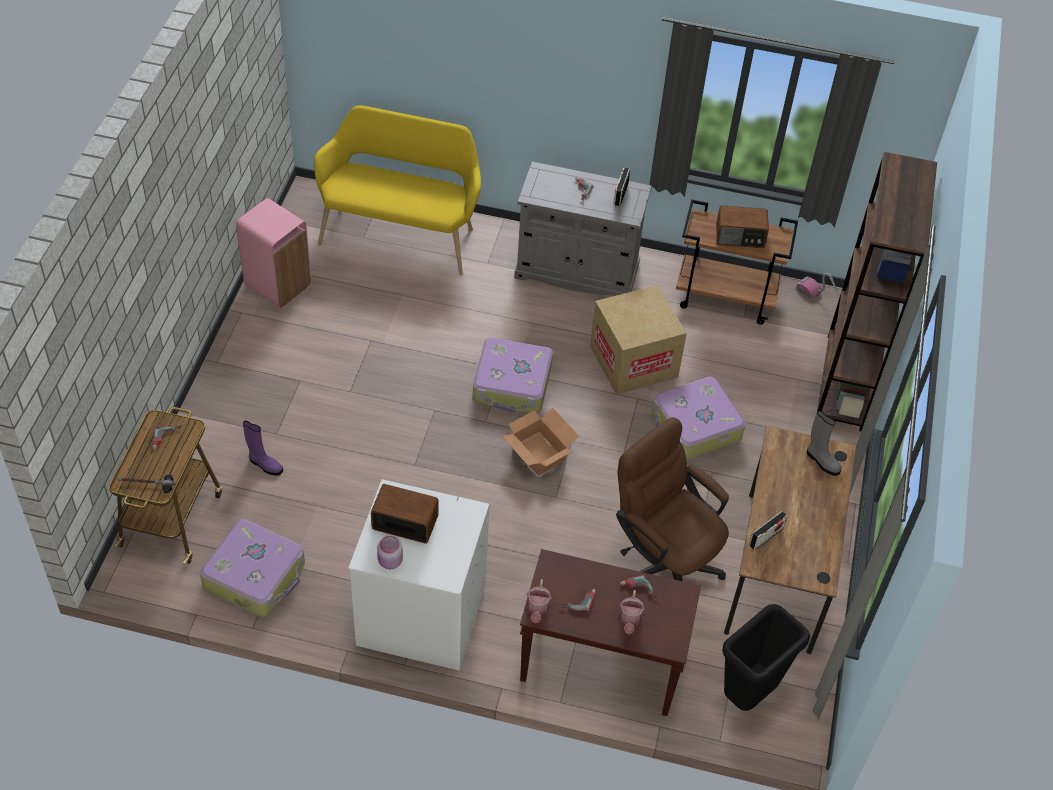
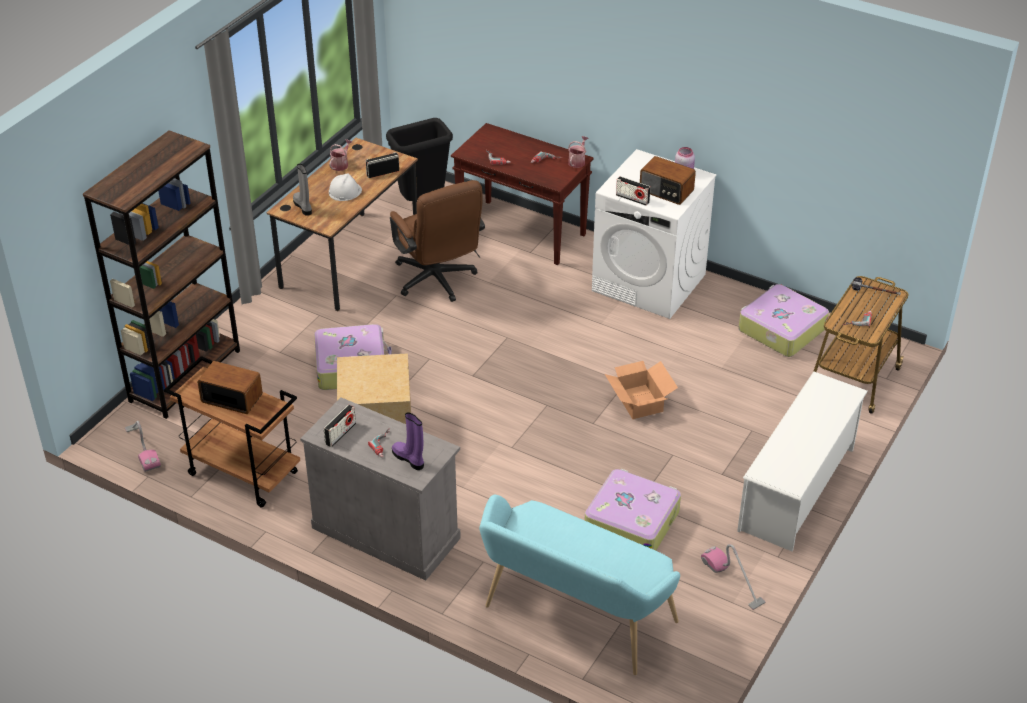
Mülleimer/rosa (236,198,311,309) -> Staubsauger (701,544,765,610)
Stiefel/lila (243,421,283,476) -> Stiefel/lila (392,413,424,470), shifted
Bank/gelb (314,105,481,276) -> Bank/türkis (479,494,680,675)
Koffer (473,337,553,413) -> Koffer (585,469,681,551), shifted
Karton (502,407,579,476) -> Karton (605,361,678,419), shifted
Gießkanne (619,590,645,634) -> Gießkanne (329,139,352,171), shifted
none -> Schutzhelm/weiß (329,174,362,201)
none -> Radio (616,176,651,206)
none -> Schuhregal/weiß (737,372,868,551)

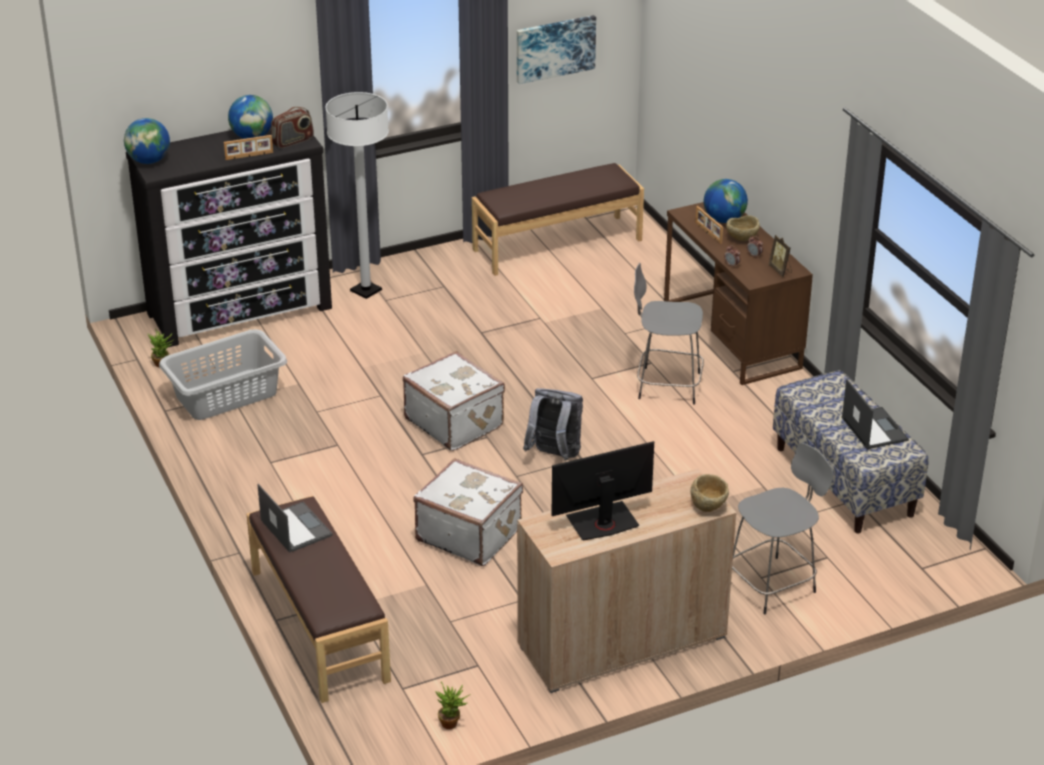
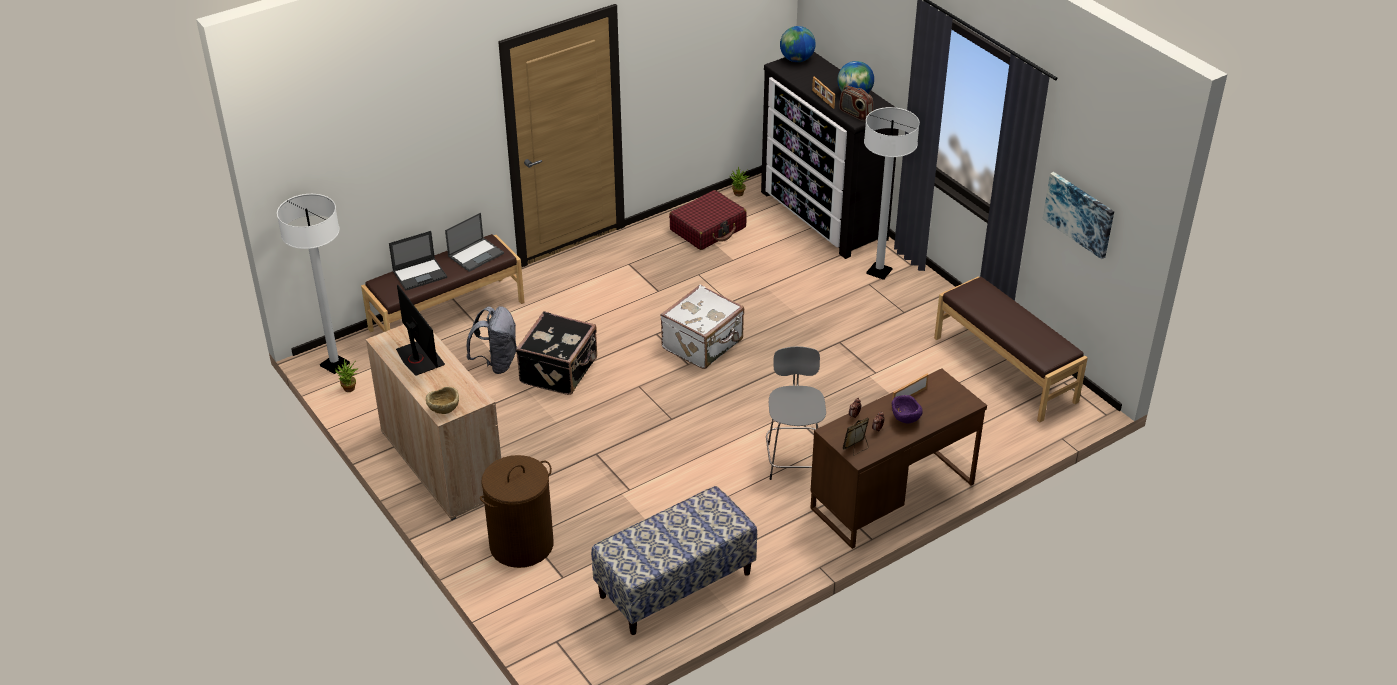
Wäschekorb/grau (159,330,287,420) -> Koffer/rot (669,190,747,250)
Koffer/weiß (414,458,523,566) -> Koffer/schwarz (516,311,597,395)
Rucksack/grau (523,388,583,461) -> Rucksack/grau (466,306,517,374), shifted
Globus (704,179,748,223) -> none
Schüssel/beige (726,215,760,241) -> Schüssel/lila (892,395,923,424)
Hocker/grau (732,443,834,614) -> Wäschekorb/braun (480,455,553,568)
Laptop (842,379,909,449) -> Laptop (389,231,447,291), shifted
none -> Stehlampe/weiß (277,194,350,374)

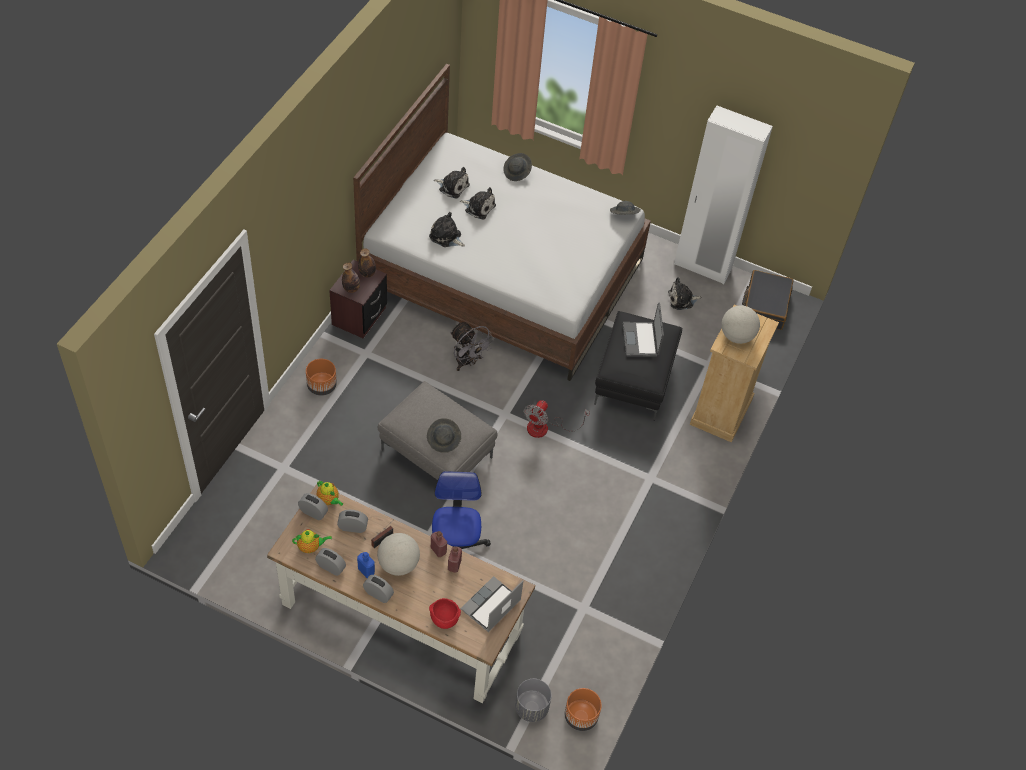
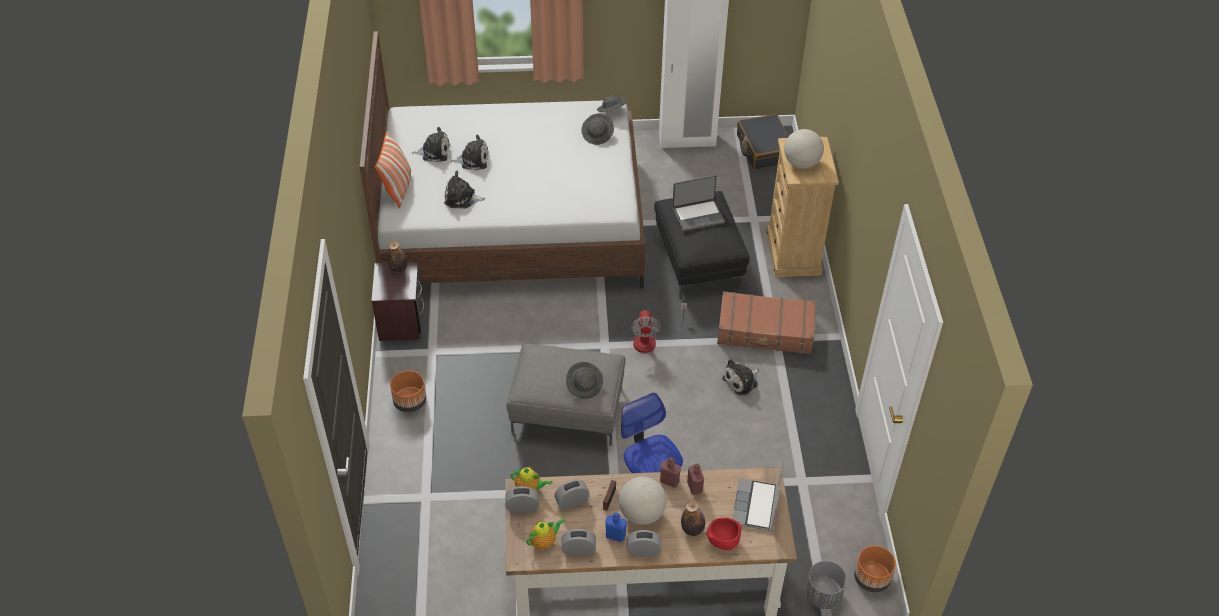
Flasche (342,262,360,293) -> Flasche (681,500,705,536), shifted
Ventilator/grau (450,322,495,371) -> none
Hut/grau (503,153,532,181) -> Hut/grau (581,113,614,145), shifted
Laptop (623,303,664,357) -> Laptop (672,175,725,232), 75 degrees counterclockwise
Plüschtier (668,277,701,310) -> Plüschtier (722,359,759,395), shifted
none -> Kissen (375,131,411,208)
none -> Koffer/braun (717,291,816,354)

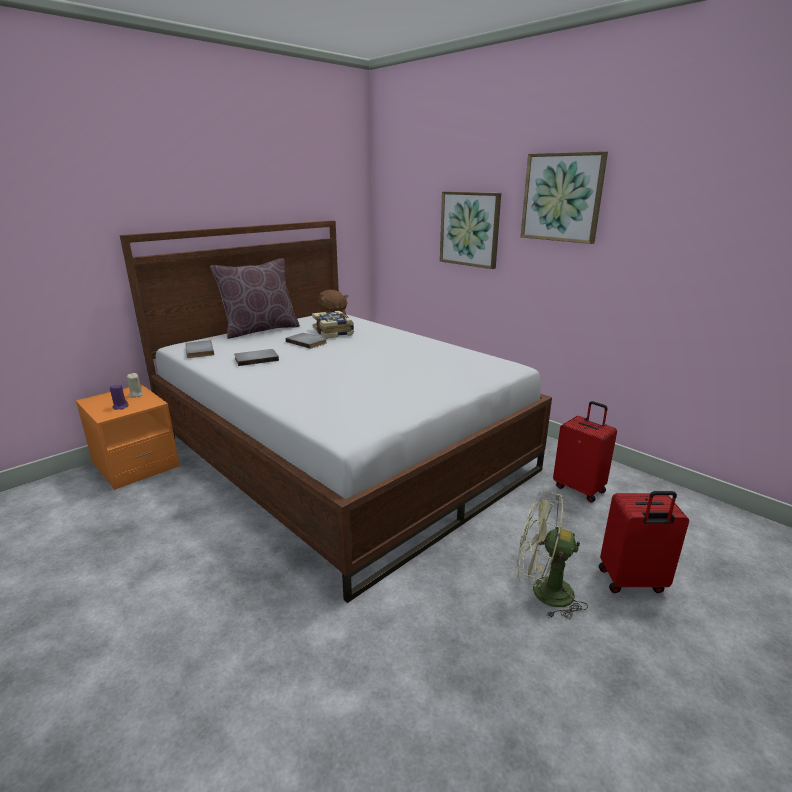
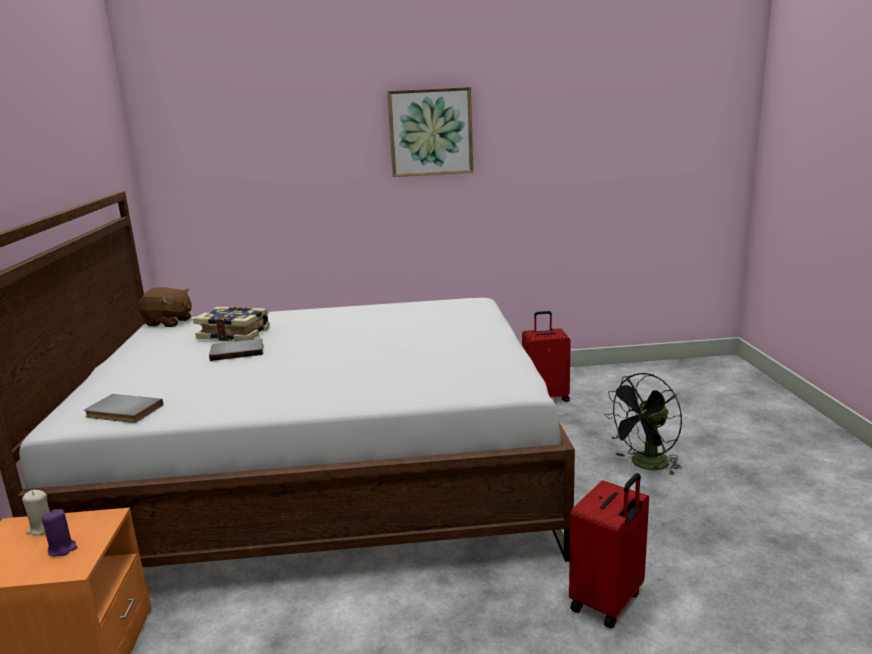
Kissen/braun (210,259,300,339) -> none
Buch/grau (234,349,279,366) -> none
Bild (440,191,501,269) -> none
Ventilator/grün (517,490,588,619) -> Ventilator/schwarz (604,373,682,476)
Koffer/rot (599,491,689,593) -> Koffer/rot (569,473,649,628), shifted

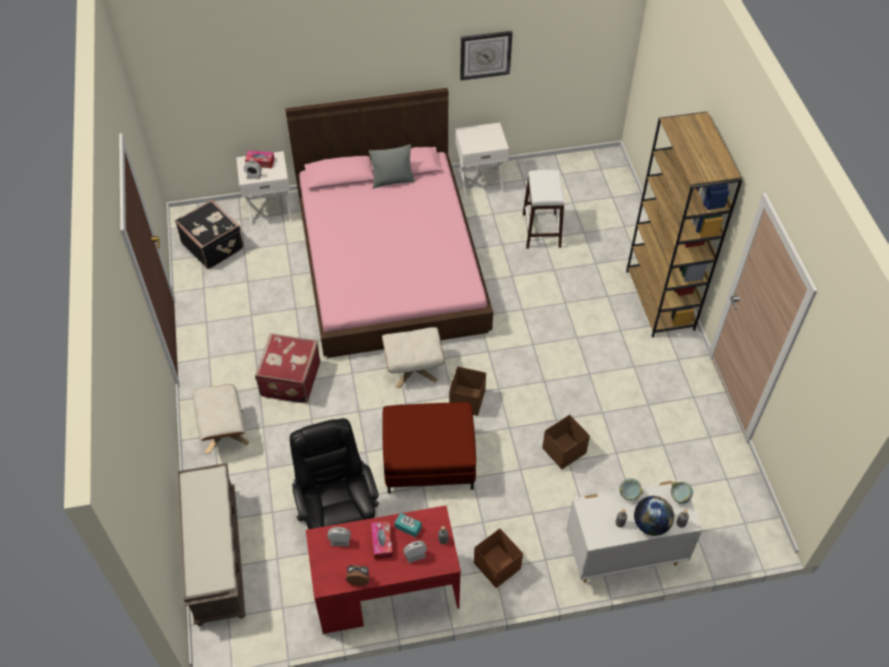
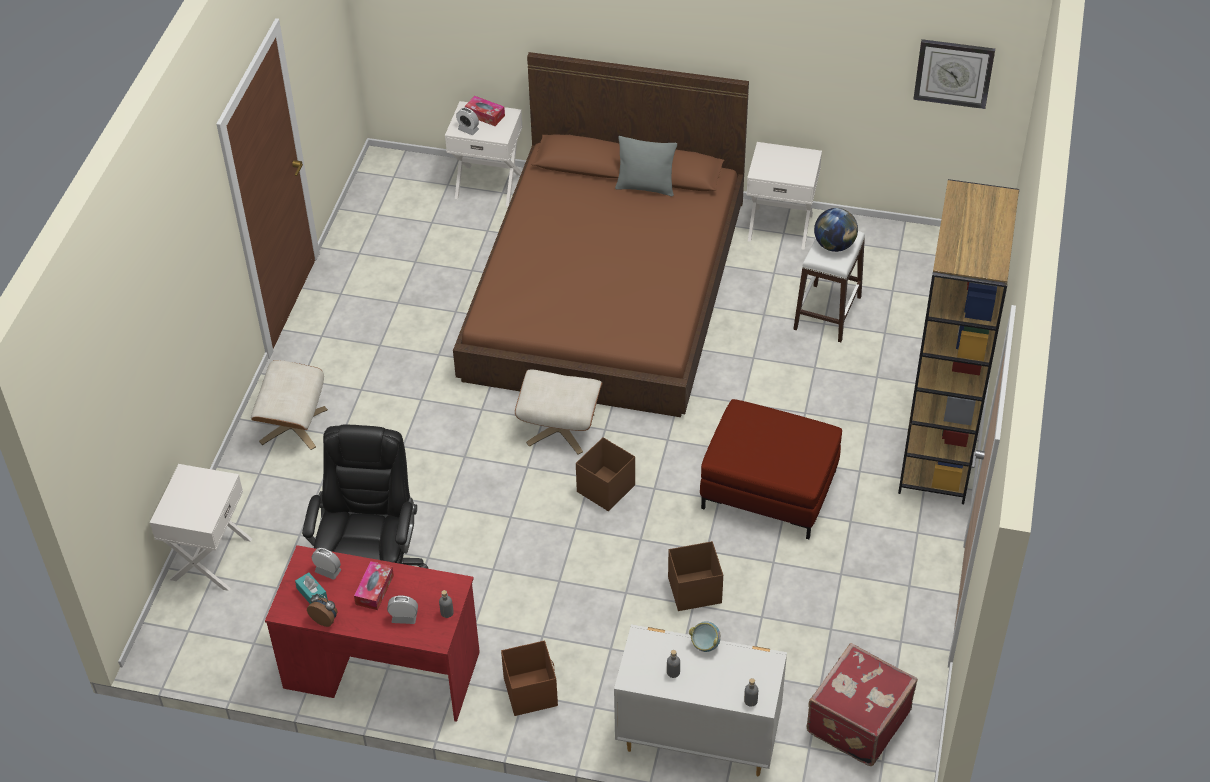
Koffer/schwarz (175,200,244,269) -> none
Bank/braun (178,463,245,626) -> Nachttisch/weiß (150,464,252,591)
Koffer/rot (255,333,320,404) -> Koffer/rot (807,643,918,766), shifted
Bett/rosa (285,88,493,358) -> Bett/braun (453,52,749,417)
Polsterhocker/rot (382,402,476,494) -> Polsterhocker/rot (700,399,842,539), shifted
Taschentuchbox/türkis (394,513,422,537) -> Taschentuchbox/türkis (295,572,328,604), shifted
Wanduhr (460,31,512,80) -> Wanduhr (913,39,995,109), shifted
Globus (634,496,674,536) -> Globus (814,208,858,252), shifted
Schüssel (671,481,693,504) -> none

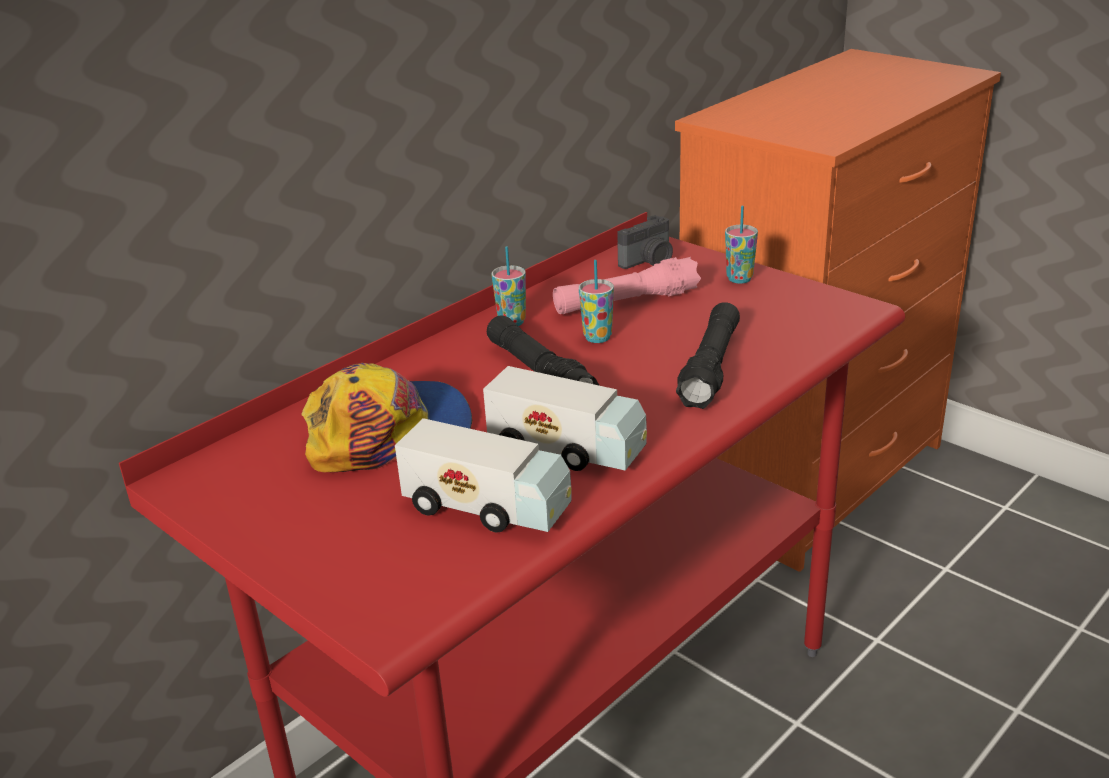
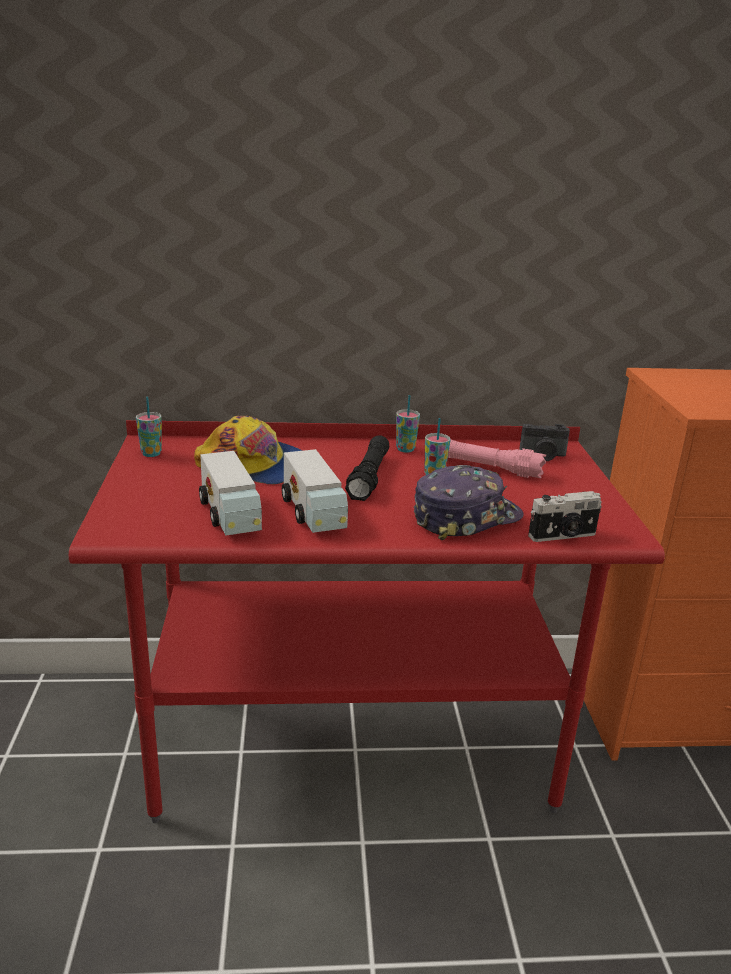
Taschenlampe/schwarz (676,302,740,409) -> Kappe (414,465,524,540)
Tasse (725,206,758,284) -> Tasse (136,397,162,457), shifted
none -> Kamera (528,491,602,542)

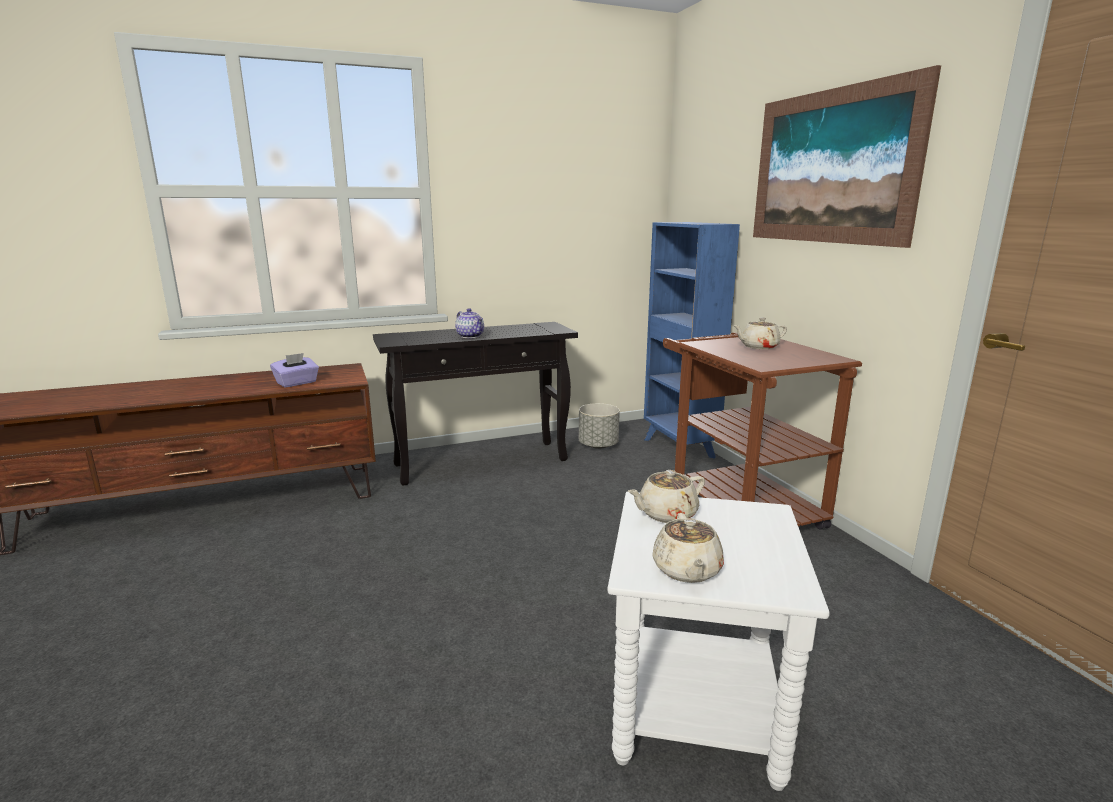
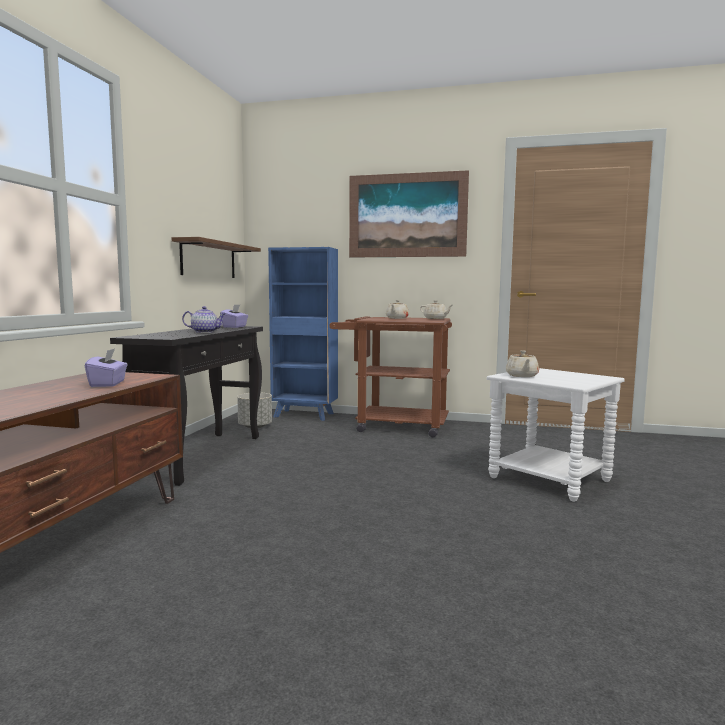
Teekanne/beige (652,513,724,583) -> Teekanne/beige (420,300,453,319), shifted
none -> Wandregal/braun (172,237,261,278)
none -> Taschentuchbox/lila (220,305,248,328)

